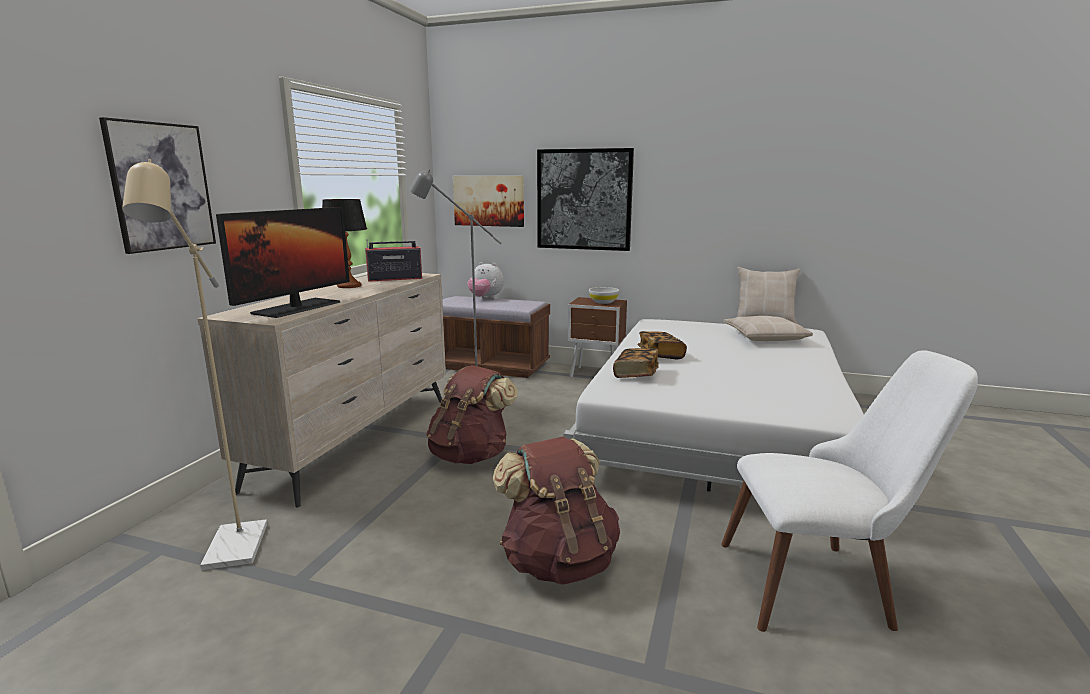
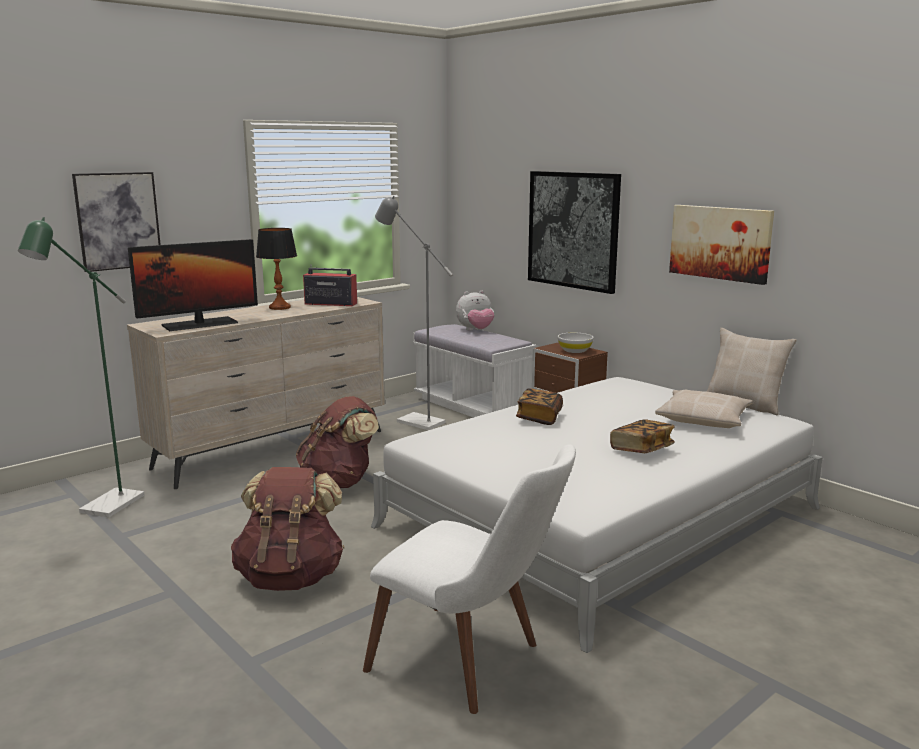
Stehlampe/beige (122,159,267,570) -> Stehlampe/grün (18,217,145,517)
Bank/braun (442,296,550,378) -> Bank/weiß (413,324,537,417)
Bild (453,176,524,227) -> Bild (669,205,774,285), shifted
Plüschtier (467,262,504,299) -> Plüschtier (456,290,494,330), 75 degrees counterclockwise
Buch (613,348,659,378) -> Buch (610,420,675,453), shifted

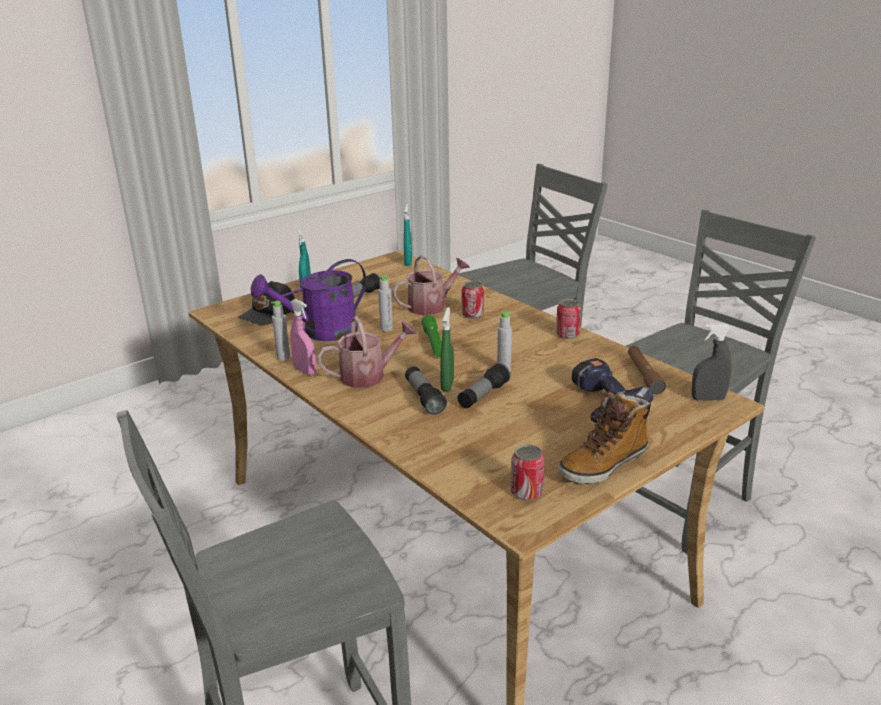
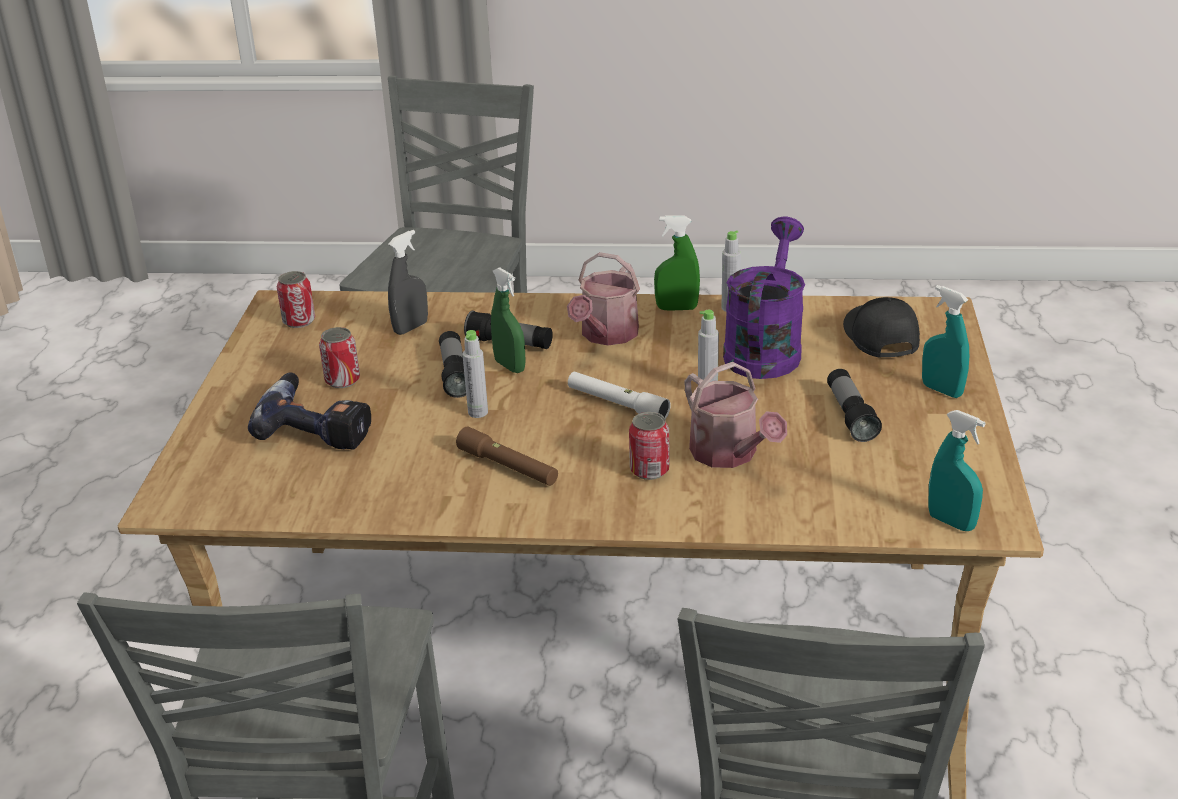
Sprühflasche/rosa (290,299,316,375) -> Sprühflasche/grün (654,216,700,311)
Gießkanne (392,255,470,315) -> Gießkanne (684,362,787,468), 45 degrees counterclockwise
Taschenlampe/grün (421,315,442,357) -> Taschenlampe/weiß (568,372,671,419)
Dose (556,299,581,339) -> Dose (319,327,360,388), shifted
Stiefel (558,392,651,484) -> none
Taschenlampe/braun (628,346,666,394) -> Taschenlampe/braun (456,427,558,486), shifted
Sprühflasche/grau (691,323,732,401) -> Sprühflasche/grau (388,230,428,335), shifted

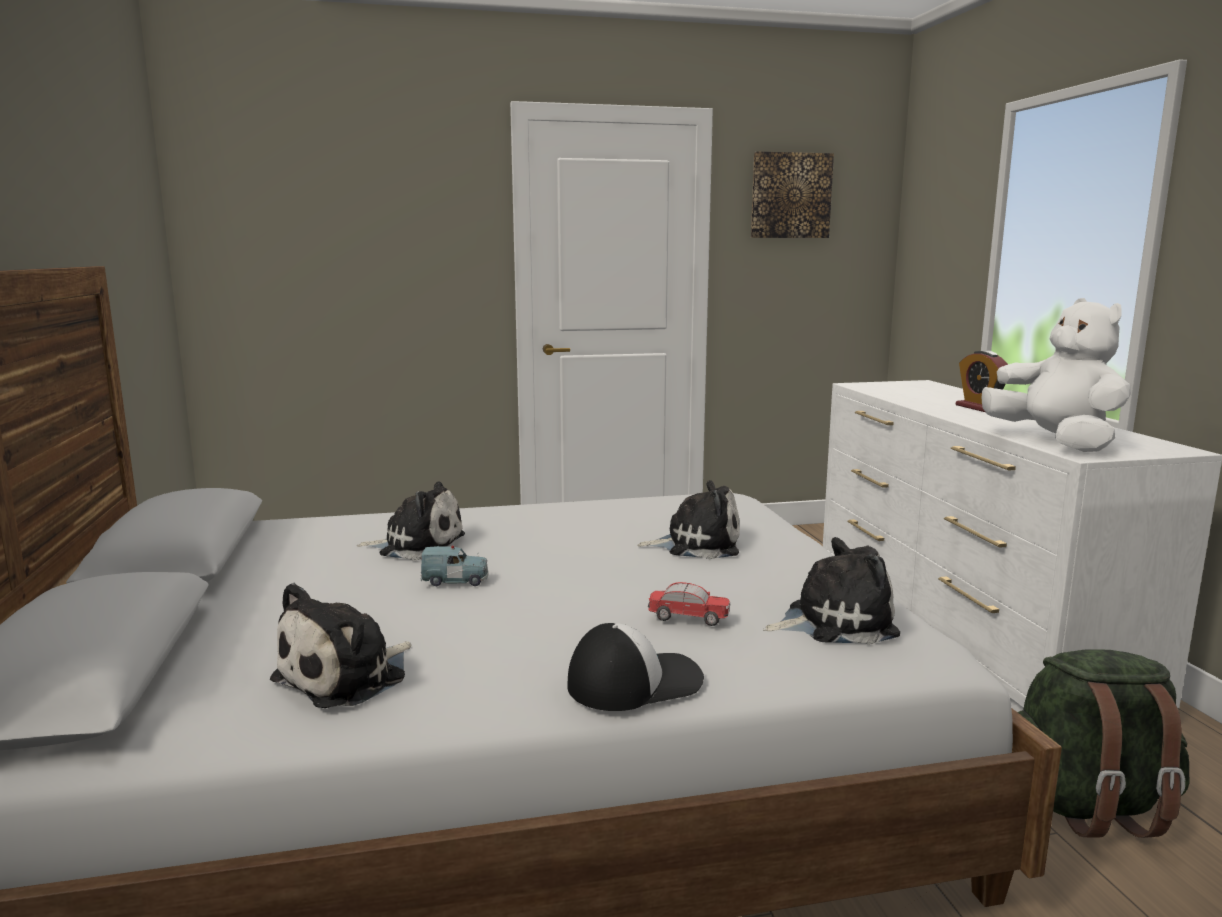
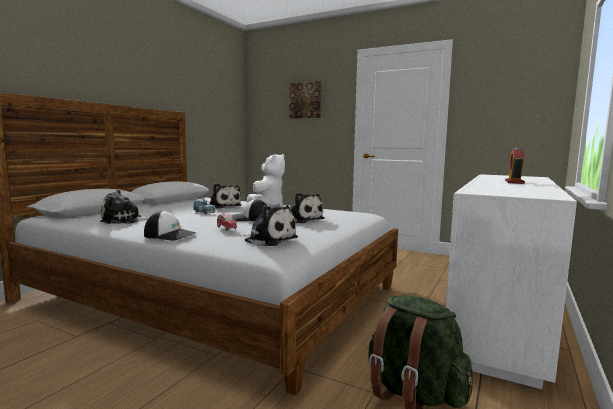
Bild (751,151,834,238) -> Bild (289,81,321,119), shifted
Plüschtier/weiß (982,298,1131,452) -> Plüschtier/weiß (247,154,285,206), shifted
none -> Kappe (232,199,267,221)

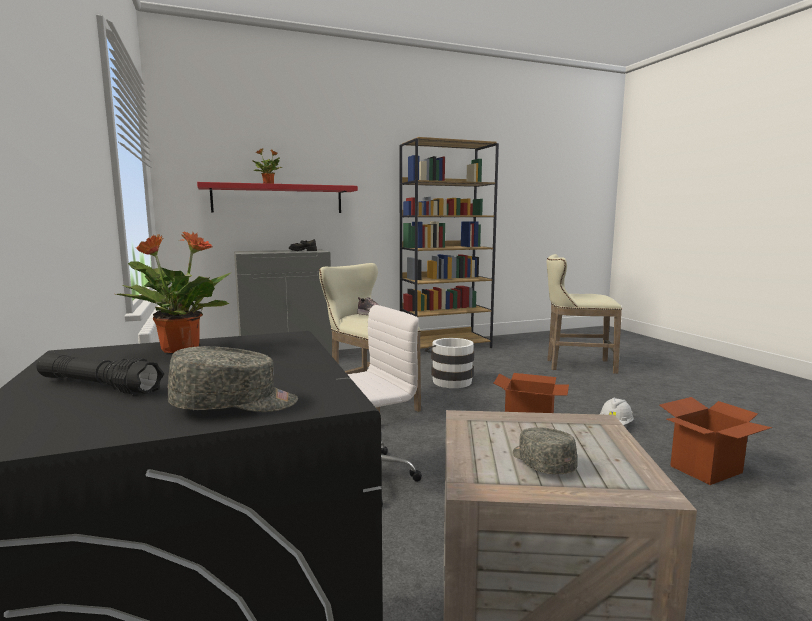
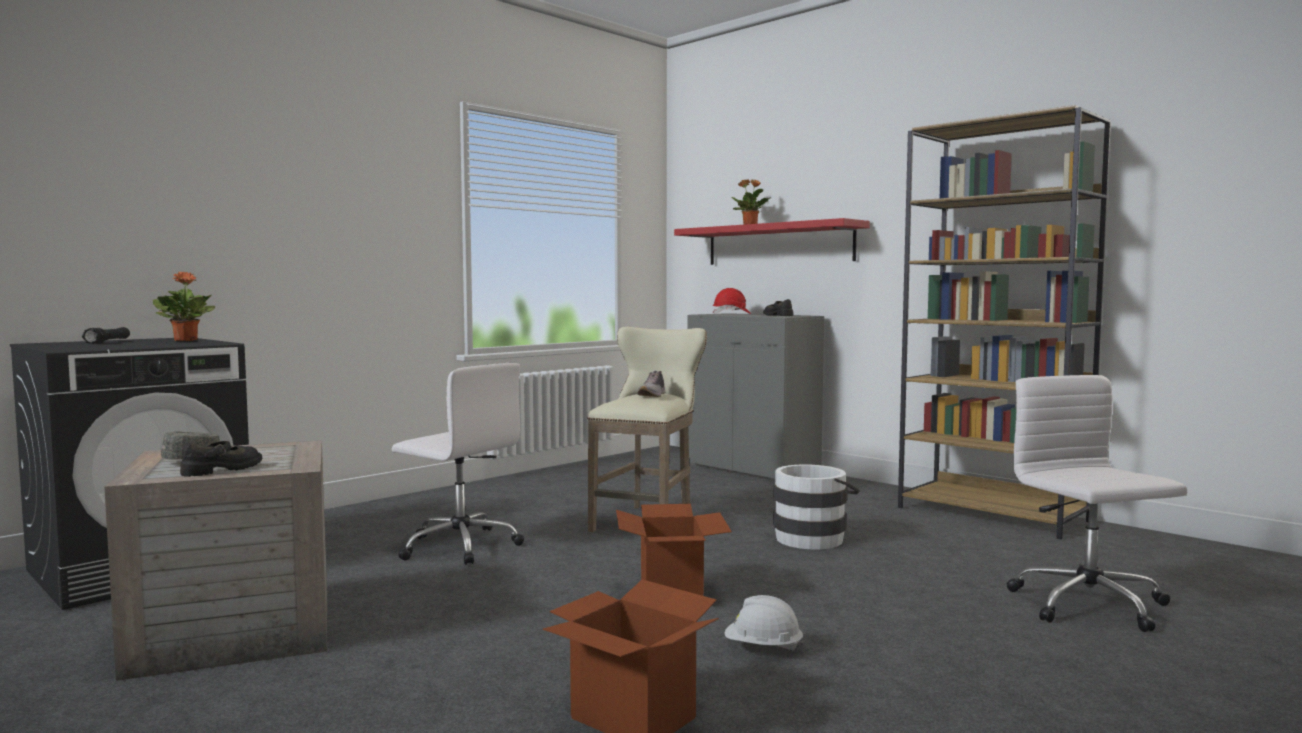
Kappe/grau (167,346,298,412) -> none
Hocker/beige (547,254,622,374) -> Bürostuhl/weiß (1007,375,1187,632)
none -> Schuh/schwarz (180,441,262,477)
none -> Schutzhelm/rot (712,288,751,314)

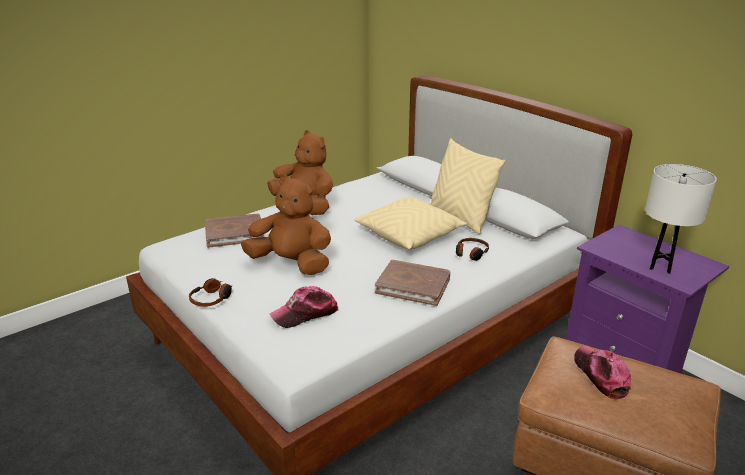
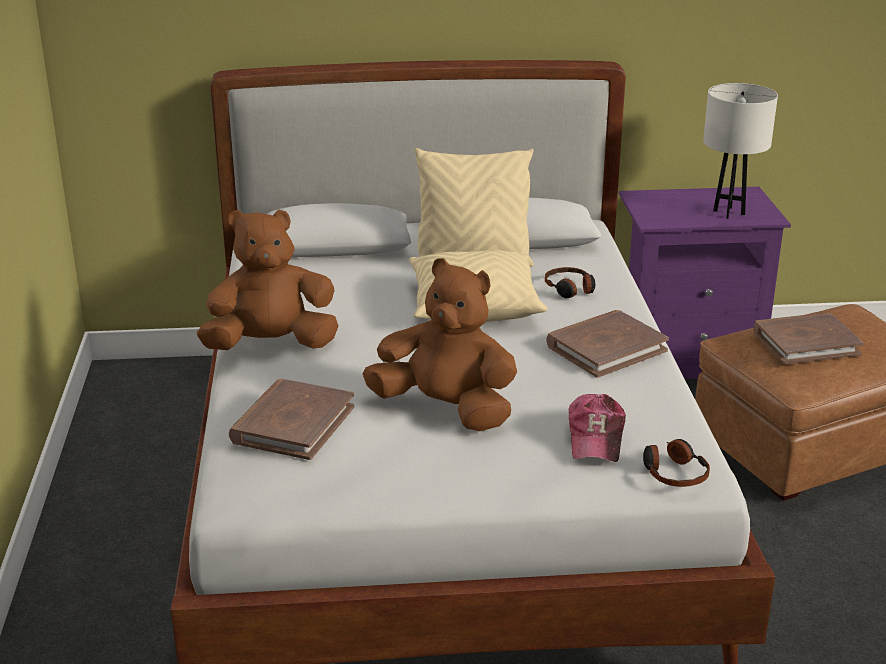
Kopfhörer (189,278,233,307) -> Kopfhörer (643,439,710,487), shifted
Plüschtier/braun (241,174,331,275) -> Plüschtier/braun (362,258,517,431), 60 degrees clockwise
Kappe (574,346,631,400) -> Buch/braun (753,313,864,364)

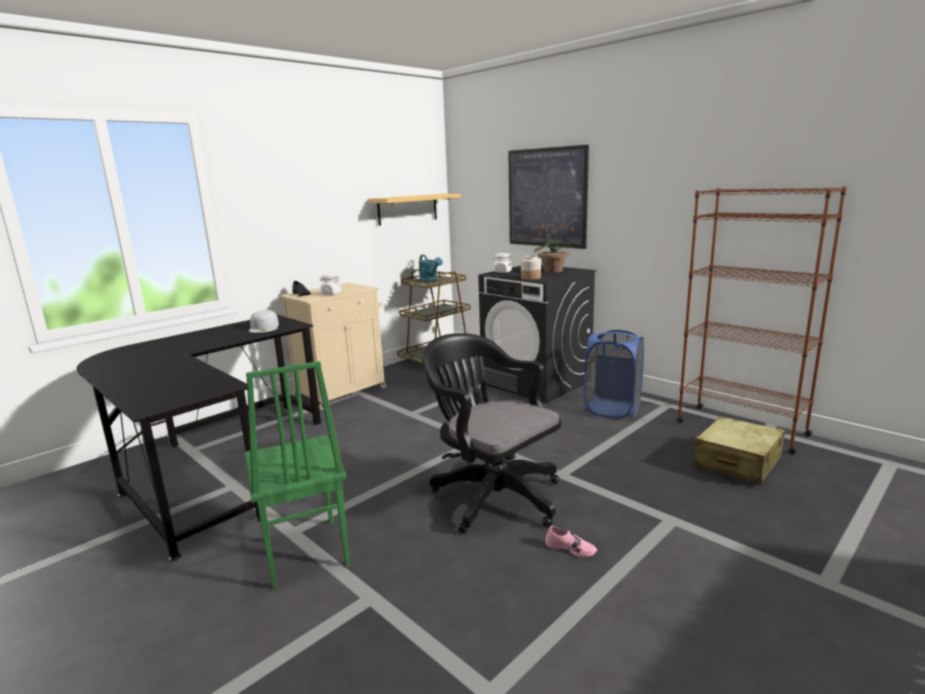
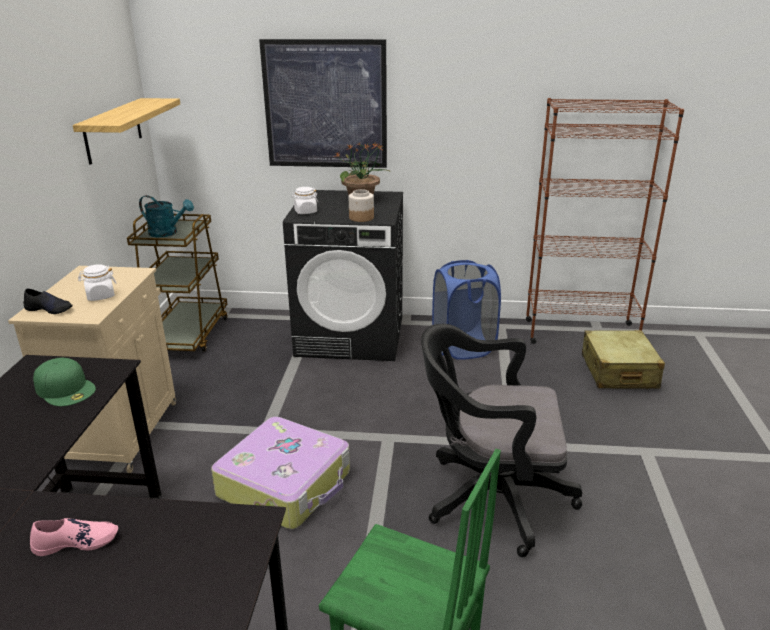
Kappe/weiß (249,310,279,333) -> Kappe/grün (33,358,96,406)
Schuh/rosa (545,526,597,557) -> Schuh/rosa (30,518,118,556), shifted
none -> Koffer (211,417,350,529)

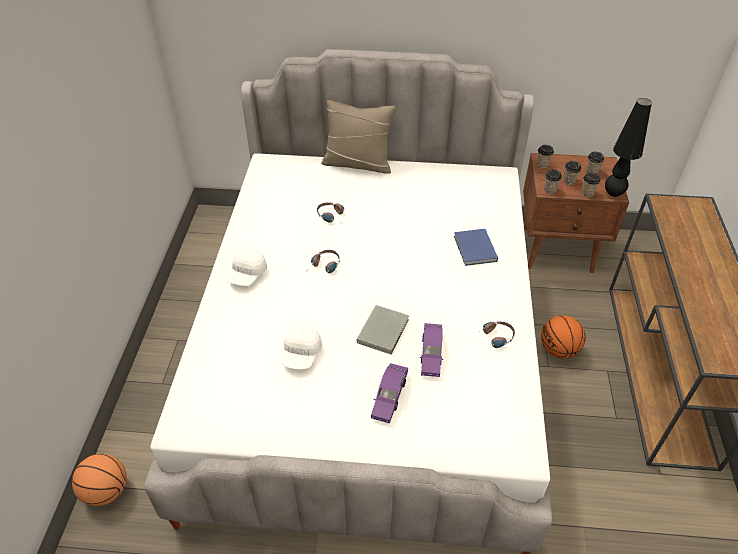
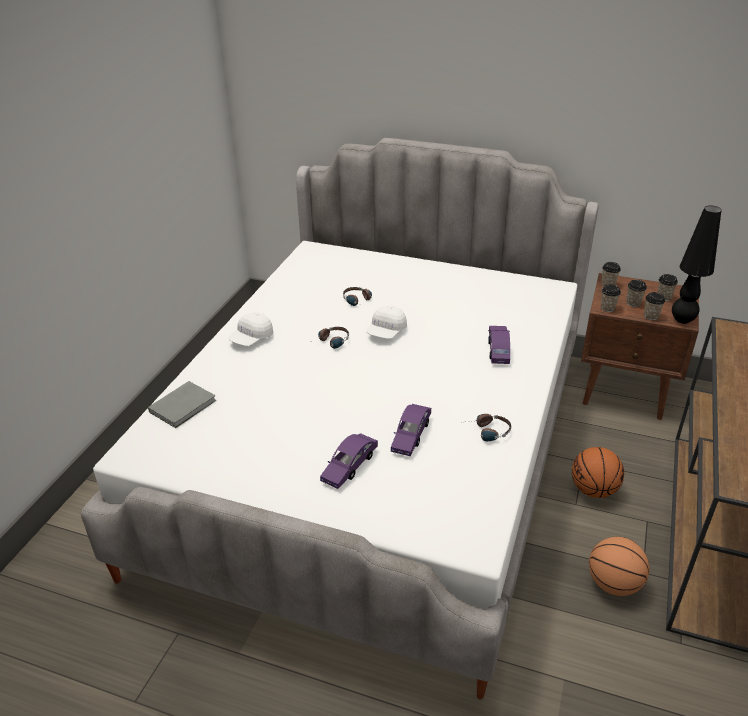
Basketball (72,454,127,506) -> Basketball (589,537,650,596), shifted
Kappe/weiß (282,325,322,369) -> Kappe/weiß (367,306,407,339), shifted
Kissen/beige (321,100,395,174) -> none
Buch/grau (357,305,409,354) -> Buch/grau (148,381,216,428), shifted
Buch/blau (454,229,498,266) -> Spielzeugauto/lila (488,326,510,364)

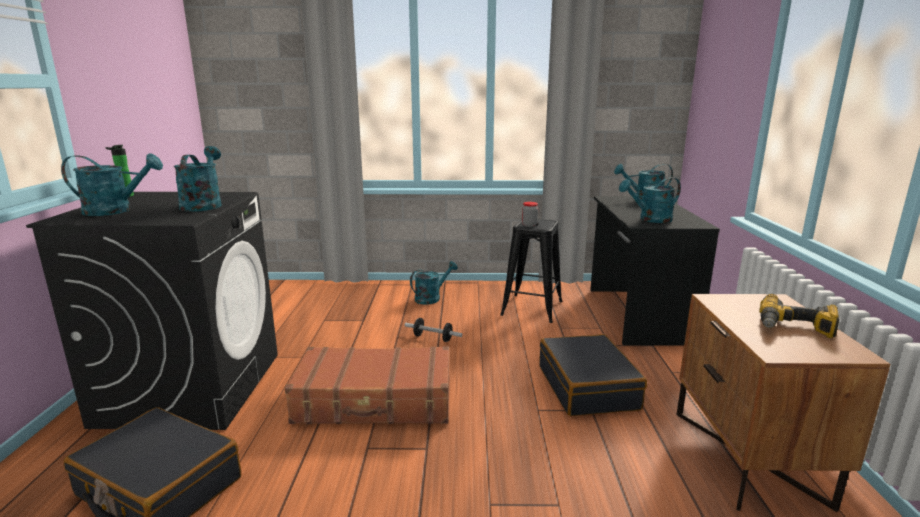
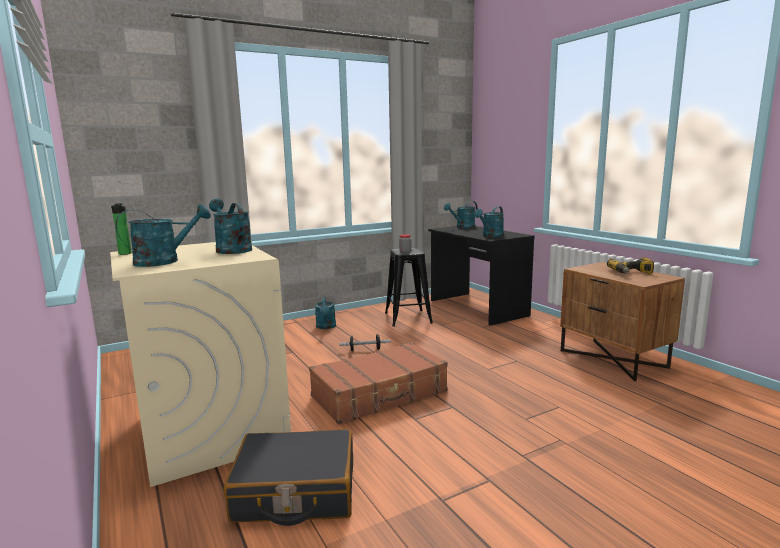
Waschmaschine/schwarz (26,192,278,430) -> Waschmaschine/beige (110,242,291,487)
Gießkanne/türkis (410,261,458,305) -> Gießkanne/türkis (315,296,336,329), 150 degrees clockwise
Koffer/schwarz (539,334,647,416) -> none

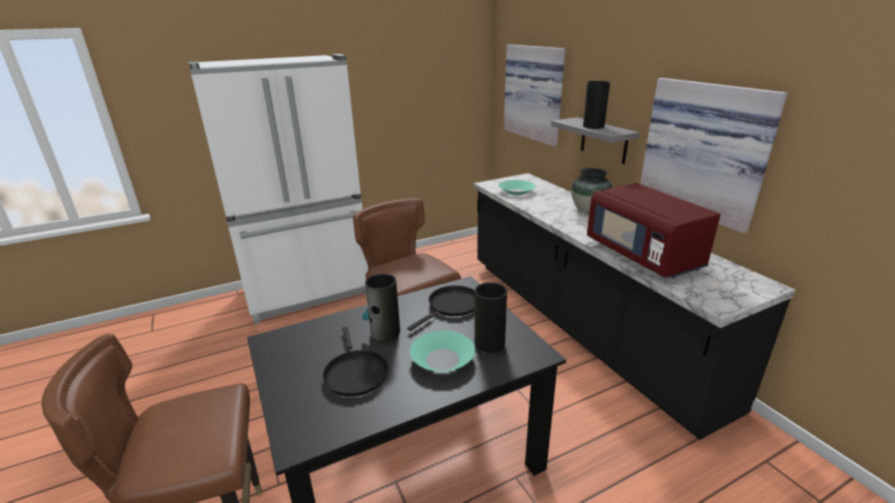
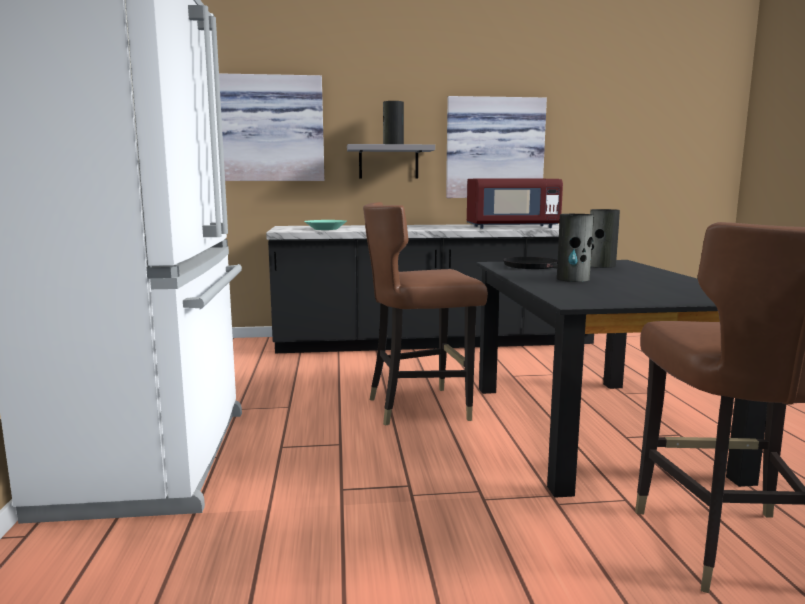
Pfanne/schwarz (323,327,388,397) -> none
Schüssel/türkis (410,330,475,371) -> none
Vase (571,168,612,213) -> none

